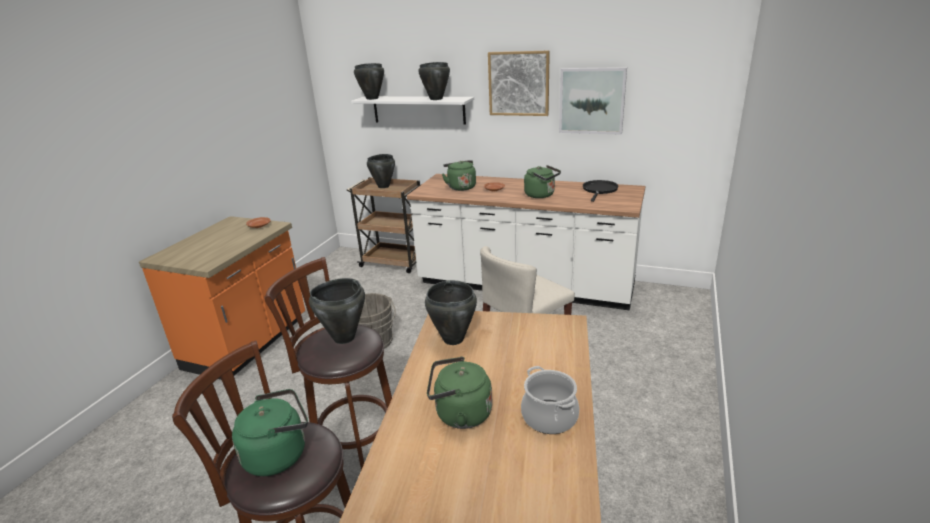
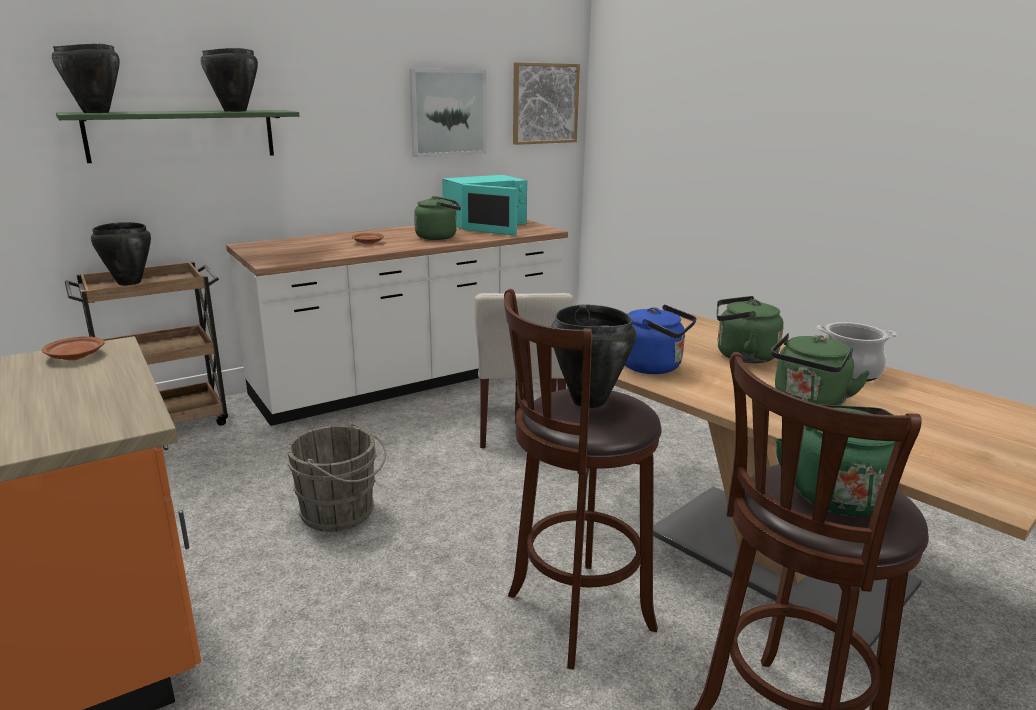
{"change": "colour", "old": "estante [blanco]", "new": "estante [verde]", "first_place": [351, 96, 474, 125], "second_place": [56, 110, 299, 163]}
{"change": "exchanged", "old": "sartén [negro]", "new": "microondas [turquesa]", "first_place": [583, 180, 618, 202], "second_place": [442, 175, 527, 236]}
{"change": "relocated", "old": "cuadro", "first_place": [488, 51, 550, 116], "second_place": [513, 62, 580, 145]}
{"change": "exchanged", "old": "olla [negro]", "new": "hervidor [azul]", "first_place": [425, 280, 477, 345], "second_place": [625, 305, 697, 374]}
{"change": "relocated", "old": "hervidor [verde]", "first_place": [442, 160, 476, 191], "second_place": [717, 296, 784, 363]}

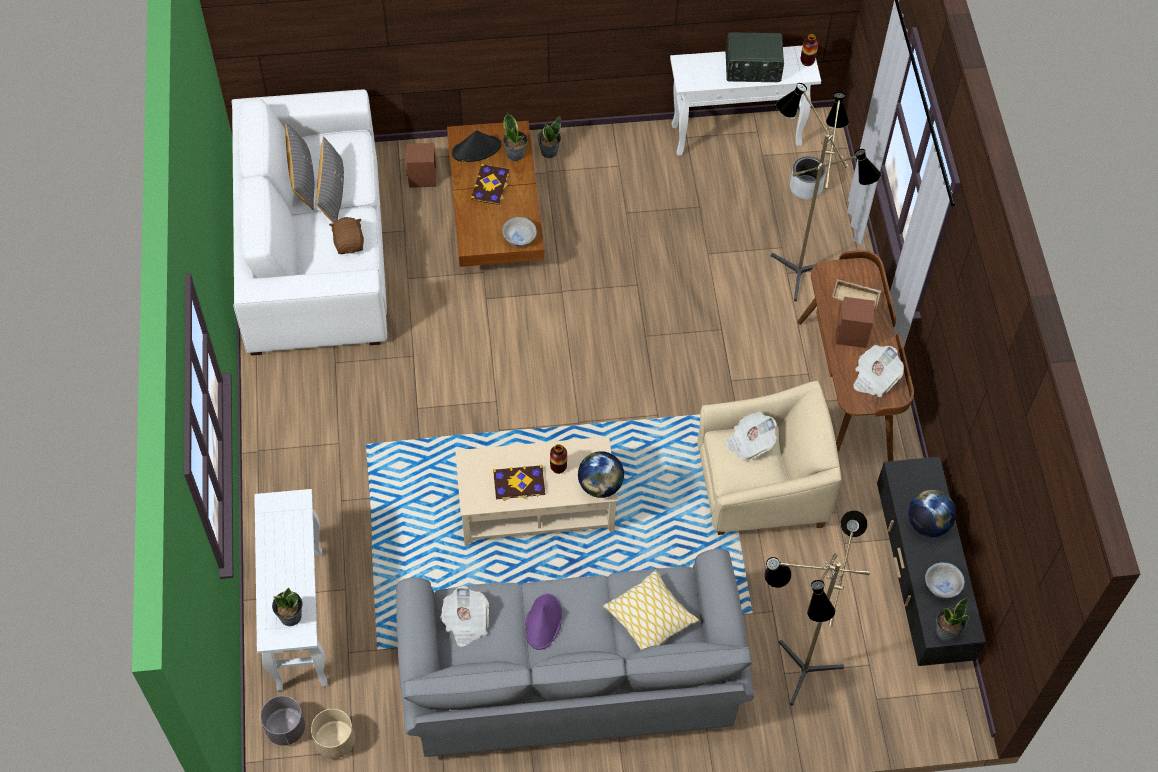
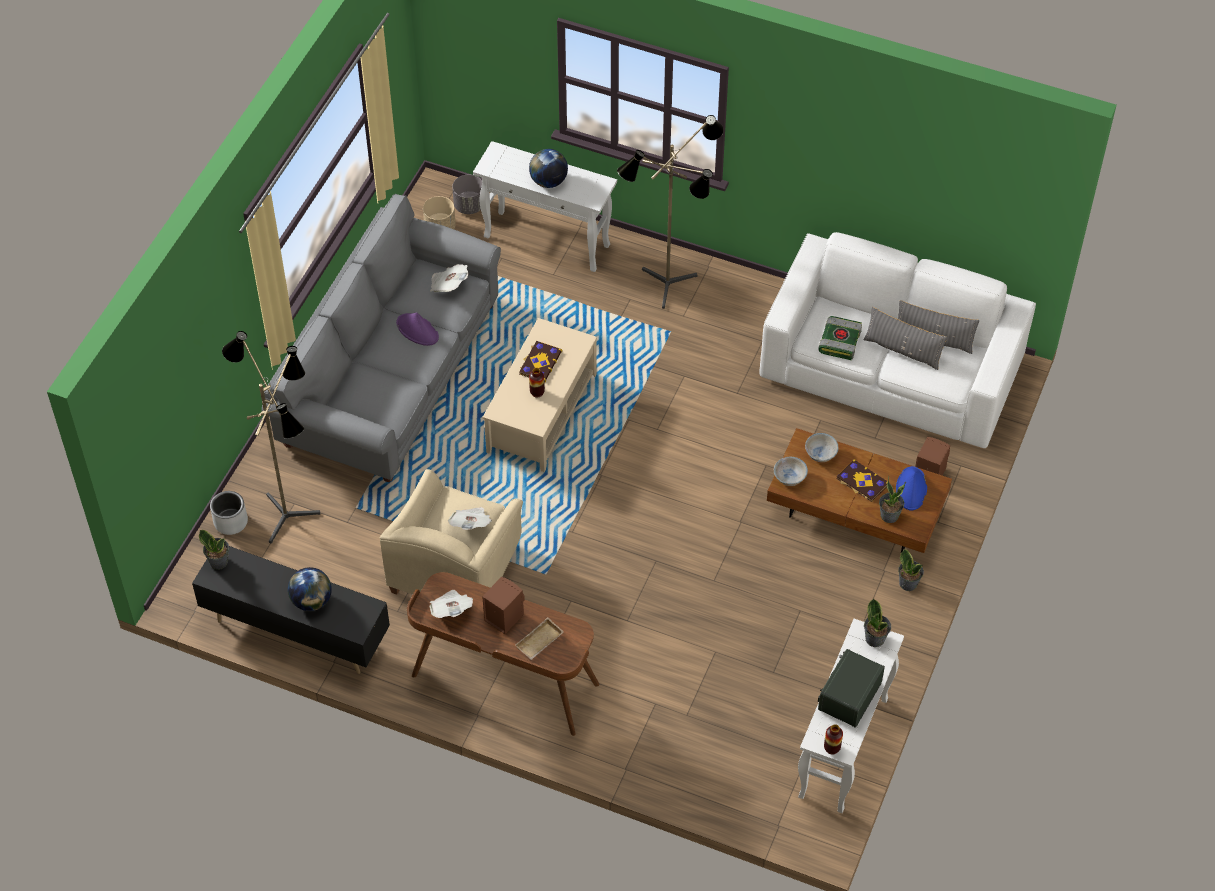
{"change": "relocated", "old": "maceta [gris]", "first_place": [790, 156, 826, 199], "second_place": [210, 491, 248, 535]}
{"change": "relocated", "old": "globo terráqueo", "first_place": [578, 451, 624, 498], "second_place": [529, 149, 568, 188]}
{"change": "relocated", "old": "lámpara de pie", "first_place": [771, 83, 881, 301], "second_place": [617, 115, 723, 309]}
{"change": "relocated", "old": "cuenco [blanco]", "first_place": [925, 563, 965, 598], "second_place": [805, 433, 838, 462]}
{"change": "exchanged", "old": "peluche [marrón]", "new": "libro", "first_place": [329, 217, 364, 254], "second_place": [818, 316, 862, 360]}
{"change": "relocated", "old": "planta en maceta", "first_place": [272, 587, 302, 626], "second_place": [864, 598, 891, 647]}
{"change": "colour", "old": "sombrero [negro]", "new": "sombrero [azul]", "first_place": [452, 130, 501, 162], "second_place": [896, 466, 927, 510]}
{"change": "missing", "old": "cojín", "first_place": [603, 570, 699, 650]}

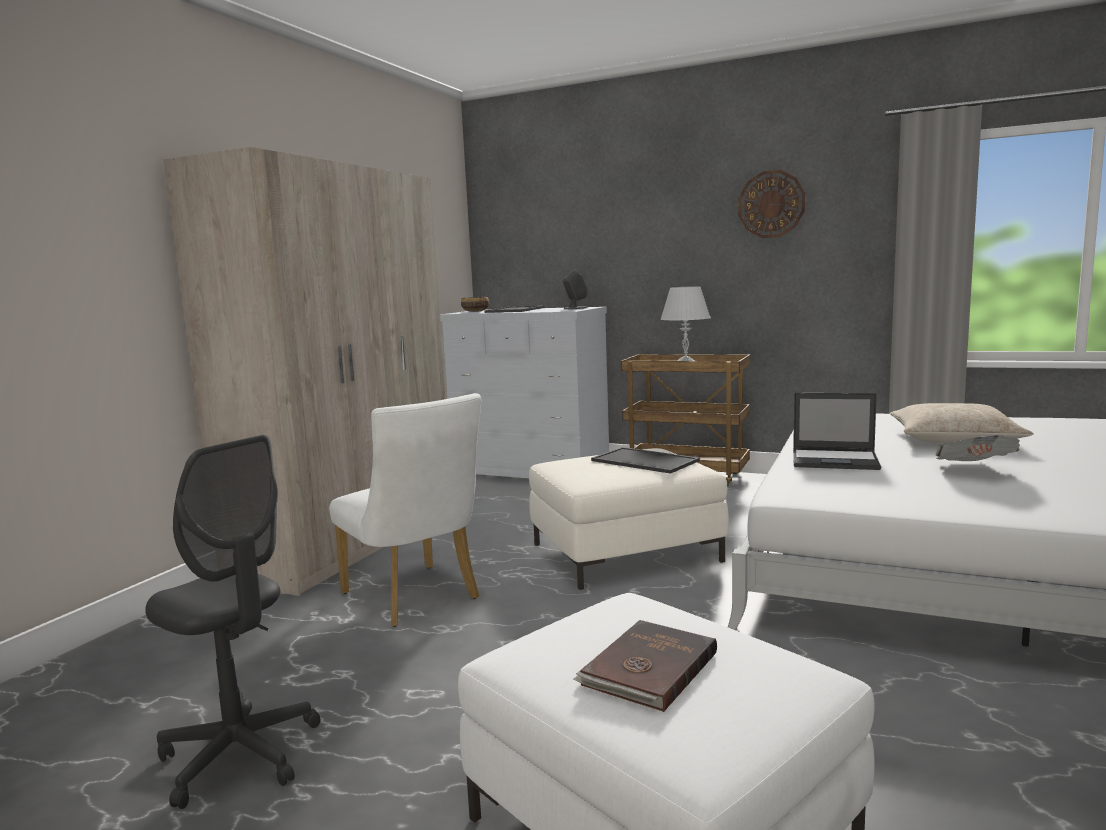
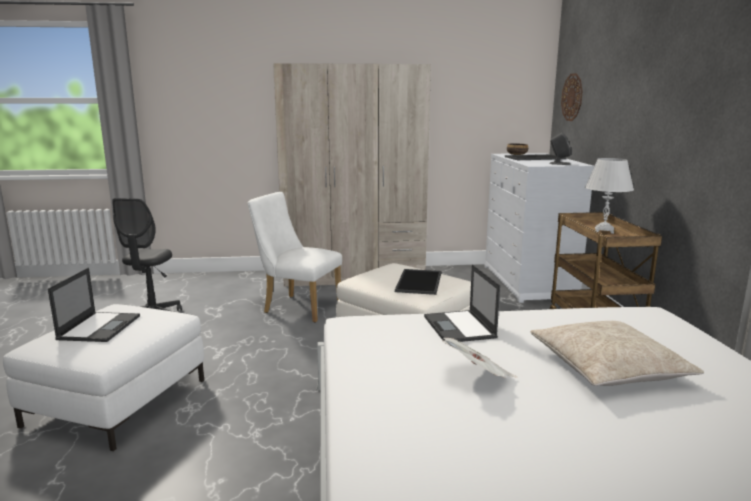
{"change": "exchanged", "old": "libro [marrón]", "new": "portátil", "first_place": [573, 620, 717, 712], "second_place": [48, 268, 140, 342]}
{"change": "spun", "old": "silla [blanco]", "first_place": [329, 393, 481, 627], "second_place": [248, 192, 342, 323], "degrees": 90}
{"change": "relocated", "old": "reloj de pared", "first_place": [738, 170, 805, 238], "second_place": [561, 73, 583, 121]}

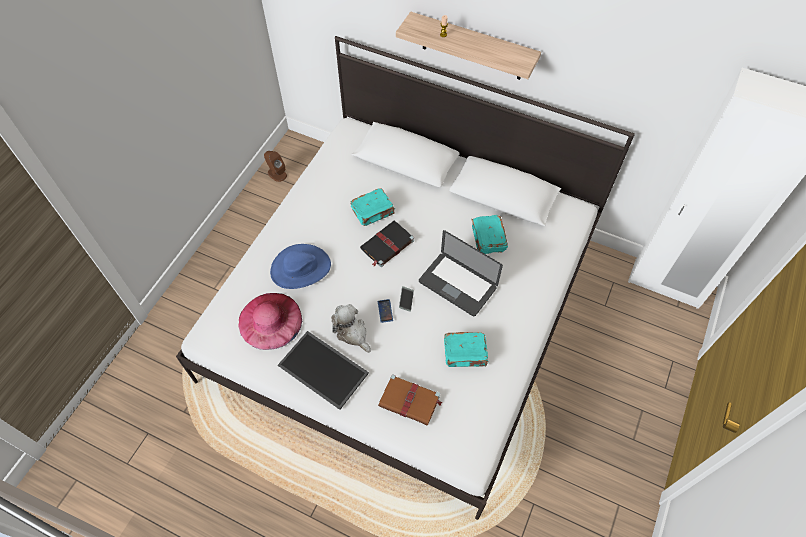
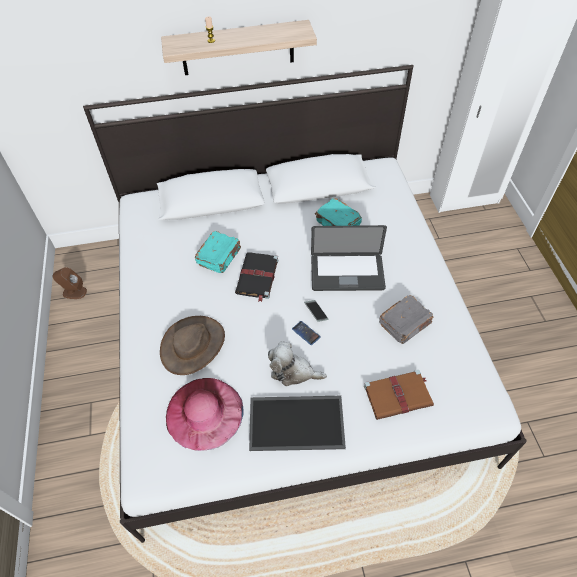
{"change": "colour", "old": "sombrero [azul]", "new": "sombrero [marrón]", "first_place": [270, 244, 331, 289], "second_place": [160, 316, 225, 375]}
{"change": "colour", "old": "libro [turquesa]", "new": "libro [gris]", "first_place": [444, 332, 488, 367], "second_place": [379, 295, 434, 344]}

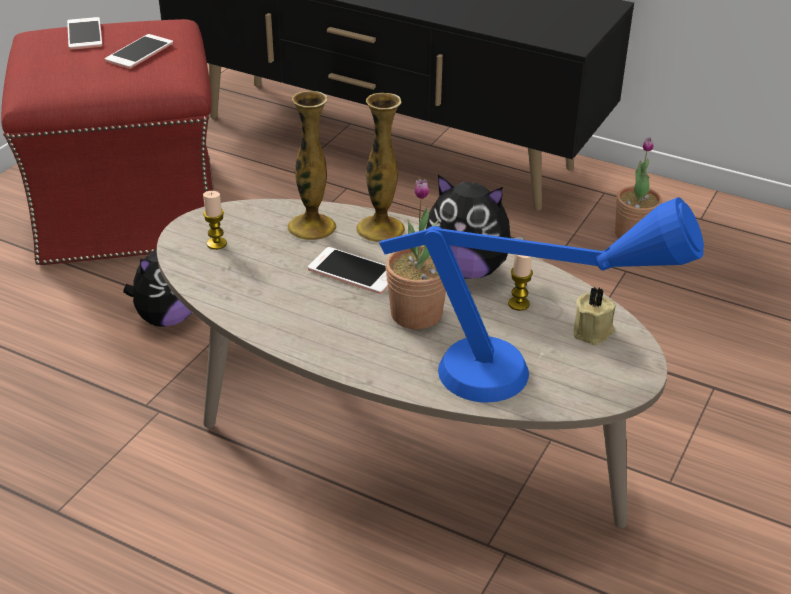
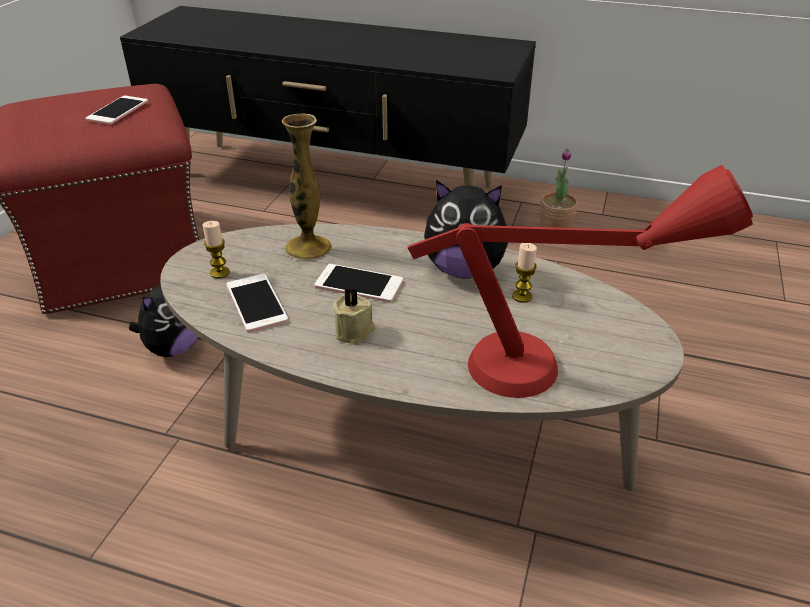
{"change": "relocated", "old": "móvil", "first_place": [67, 17, 103, 50], "second_place": [226, 274, 288, 332]}
{"change": "relocated", "old": "vela [beis]", "first_place": [574, 287, 616, 345], "second_place": [333, 287, 376, 345]}
{"change": "colour", "old": "lámpara de mesa [azul]", "new": "lámpara de mesa [rojo]", "first_place": [379, 197, 704, 403], "second_place": [408, 165, 753, 398]}
{"change": "missing", "old": "florero", "first_place": [356, 93, 405, 243]}
{"change": "missing", "old": "planta en maceta", "first_place": [386, 179, 446, 329]}

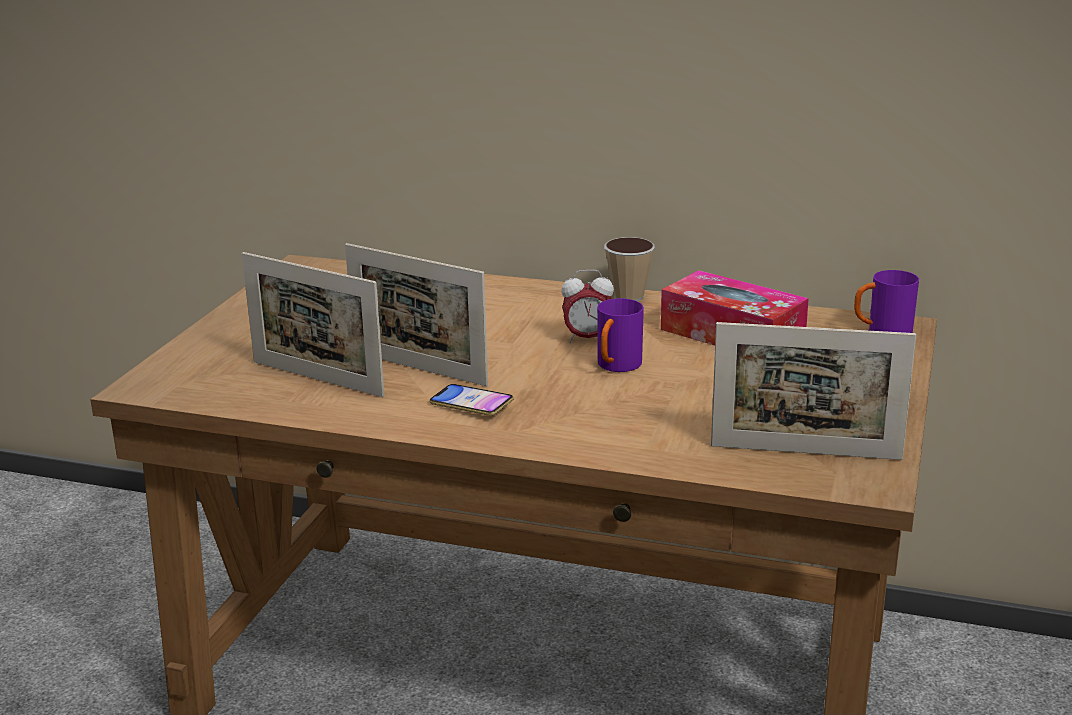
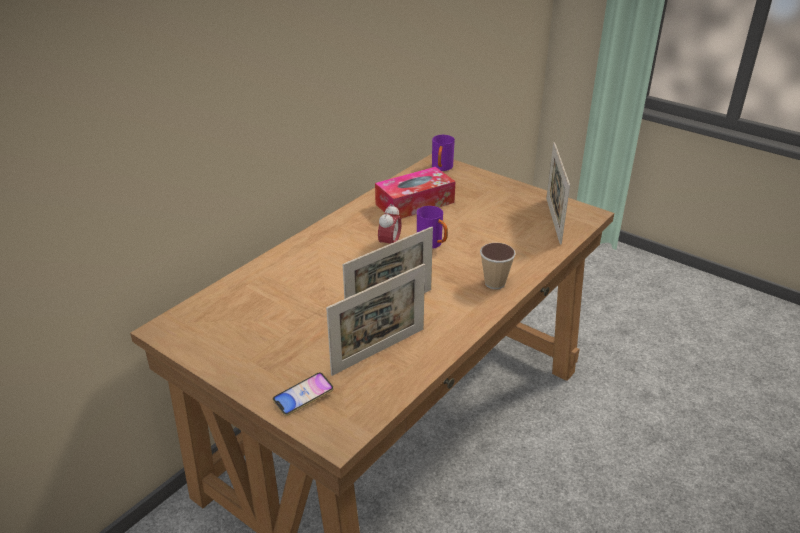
{"change": "relocated", "old": "móvil", "first_place": [429, 384, 514, 416], "second_place": [273, 372, 334, 416]}
{"change": "relocated", "old": "taza", "first_place": [604, 237, 655, 301], "second_place": [480, 243, 516, 289]}
{"change": "spun", "old": "portarretratos", "first_place": [711, 322, 916, 460], "second_place": [546, 142, 570, 245], "degrees": 150}

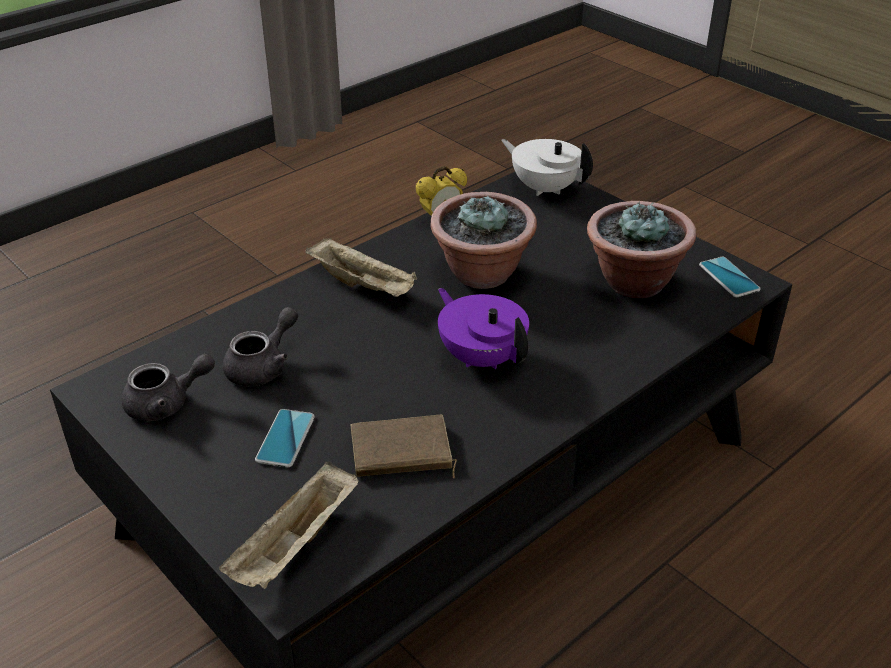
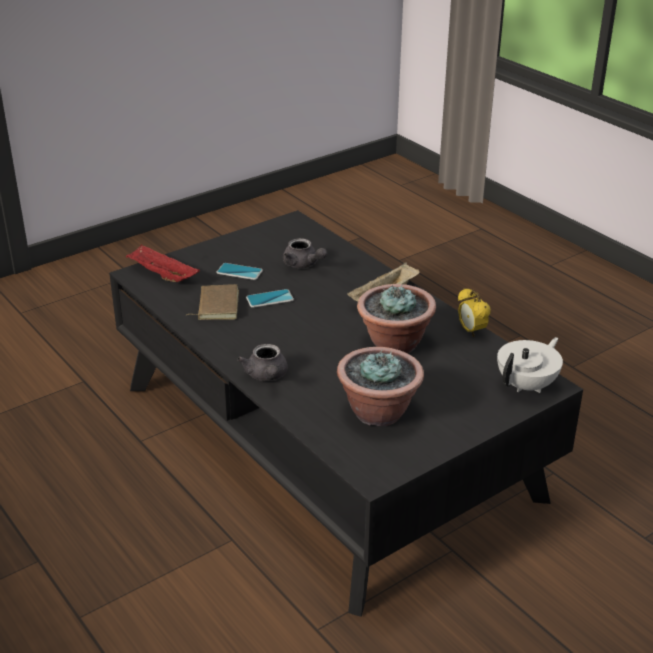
{"change": "colour", "old": "bandeja [beis]", "new": "bandeja [rojo]", "first_place": [219, 461, 358, 589], "second_place": [126, 245, 200, 282]}
{"change": "relocated", "old": "tetera [gris]", "first_place": [122, 354, 215, 421], "second_place": [237, 344, 288, 381]}
{"change": "relocated", "old": "móvil", "first_place": [699, 257, 761, 297], "second_place": [246, 289, 294, 308]}
{"change": "missing", "old": "tetera [morado]", "first_place": [438, 288, 529, 369]}

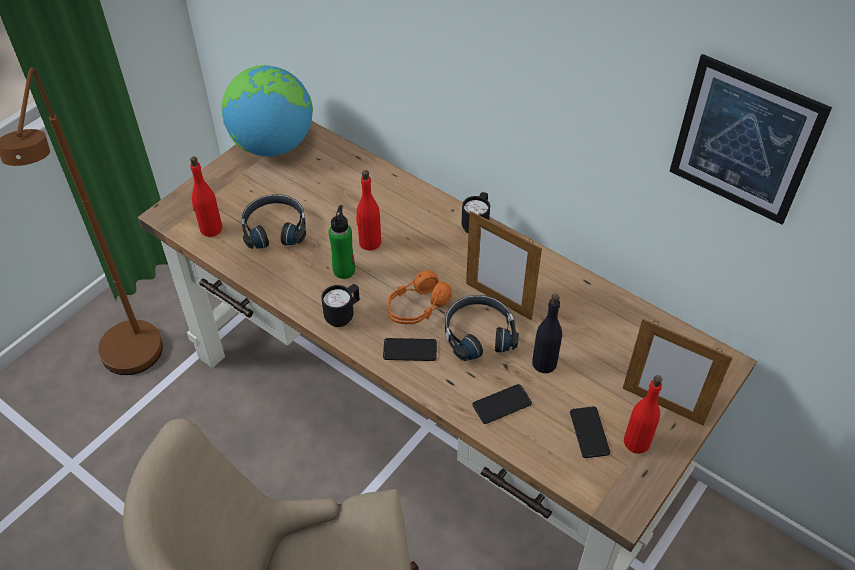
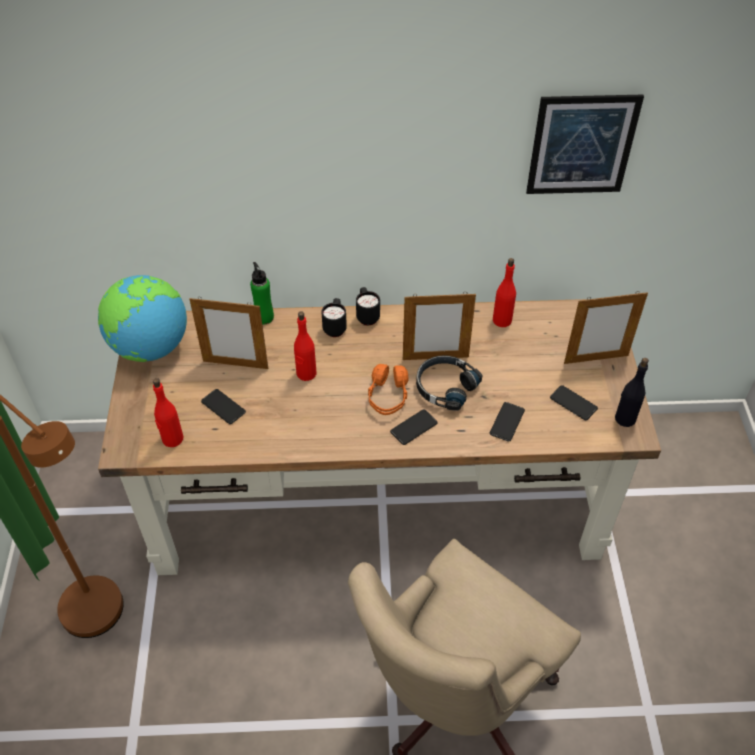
{"change": "appeared", "new": "portarretratos", "second_place": [189, 298, 268, 369]}
{"change": "exchanged", "old": "auriculares [negro]", "new": "móvil", "first_place": [242, 194, 306, 249], "second_place": [201, 389, 246, 424]}
{"change": "relocated", "old": "botella [verde]", "first_place": [329, 205, 355, 279], "second_place": [250, 262, 274, 324]}
{"change": "relocated", "old": "taza grande [negro]", "first_place": [321, 284, 360, 327], "second_place": [321, 298, 347, 337]}
{"change": "relocated", "old": "botella [rojo]", "first_place": [624, 375, 662, 454], "second_place": [493, 258, 516, 327]}
{"change": "relocated", "old": "botella [negro]", "first_place": [532, 293, 562, 373], "second_place": [615, 358, 649, 427]}

